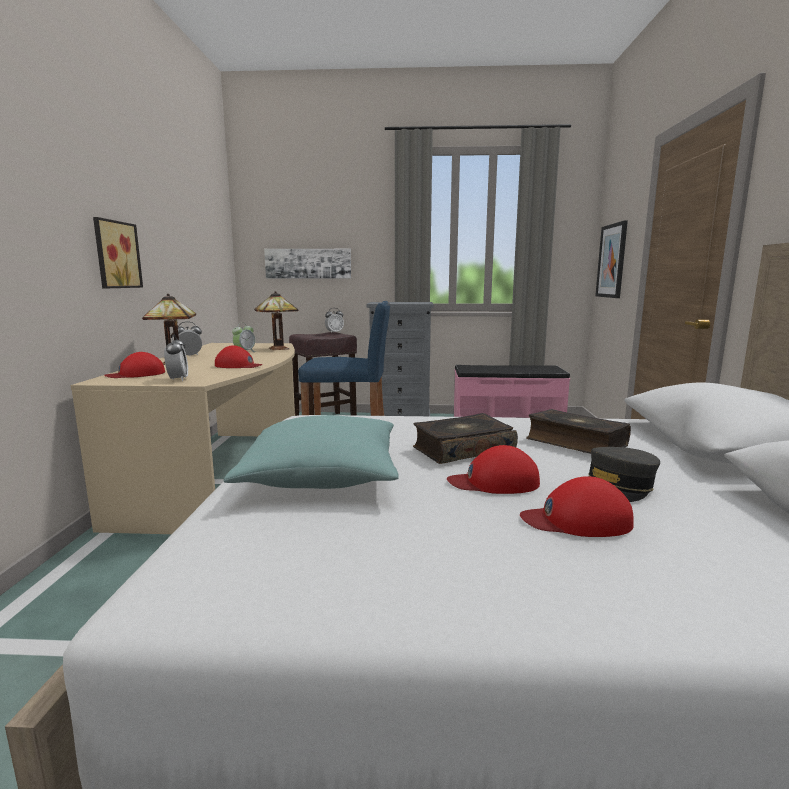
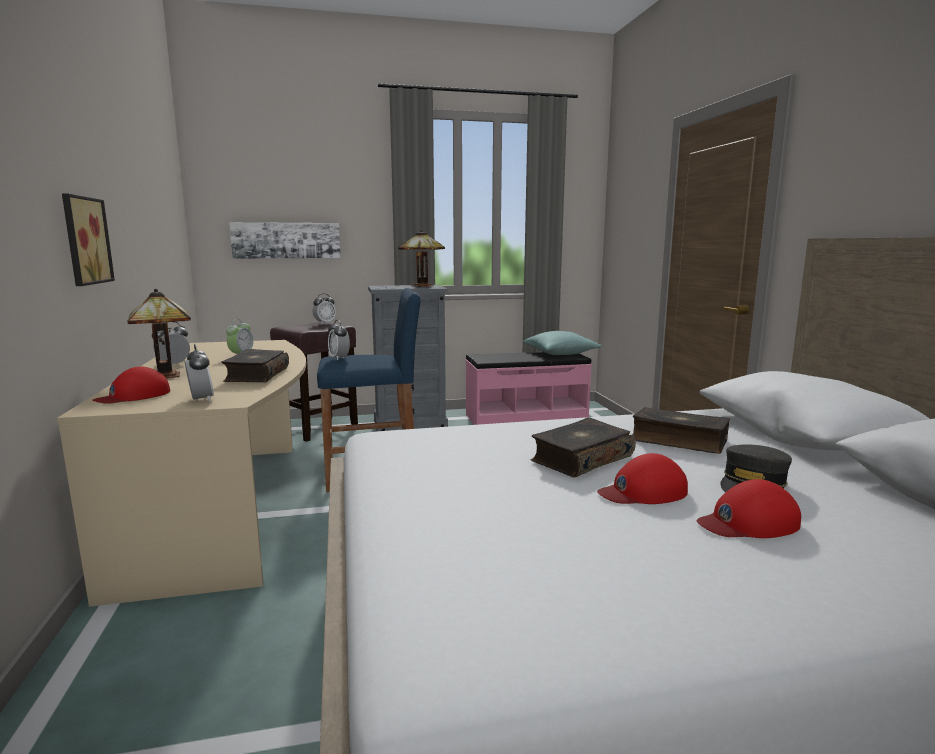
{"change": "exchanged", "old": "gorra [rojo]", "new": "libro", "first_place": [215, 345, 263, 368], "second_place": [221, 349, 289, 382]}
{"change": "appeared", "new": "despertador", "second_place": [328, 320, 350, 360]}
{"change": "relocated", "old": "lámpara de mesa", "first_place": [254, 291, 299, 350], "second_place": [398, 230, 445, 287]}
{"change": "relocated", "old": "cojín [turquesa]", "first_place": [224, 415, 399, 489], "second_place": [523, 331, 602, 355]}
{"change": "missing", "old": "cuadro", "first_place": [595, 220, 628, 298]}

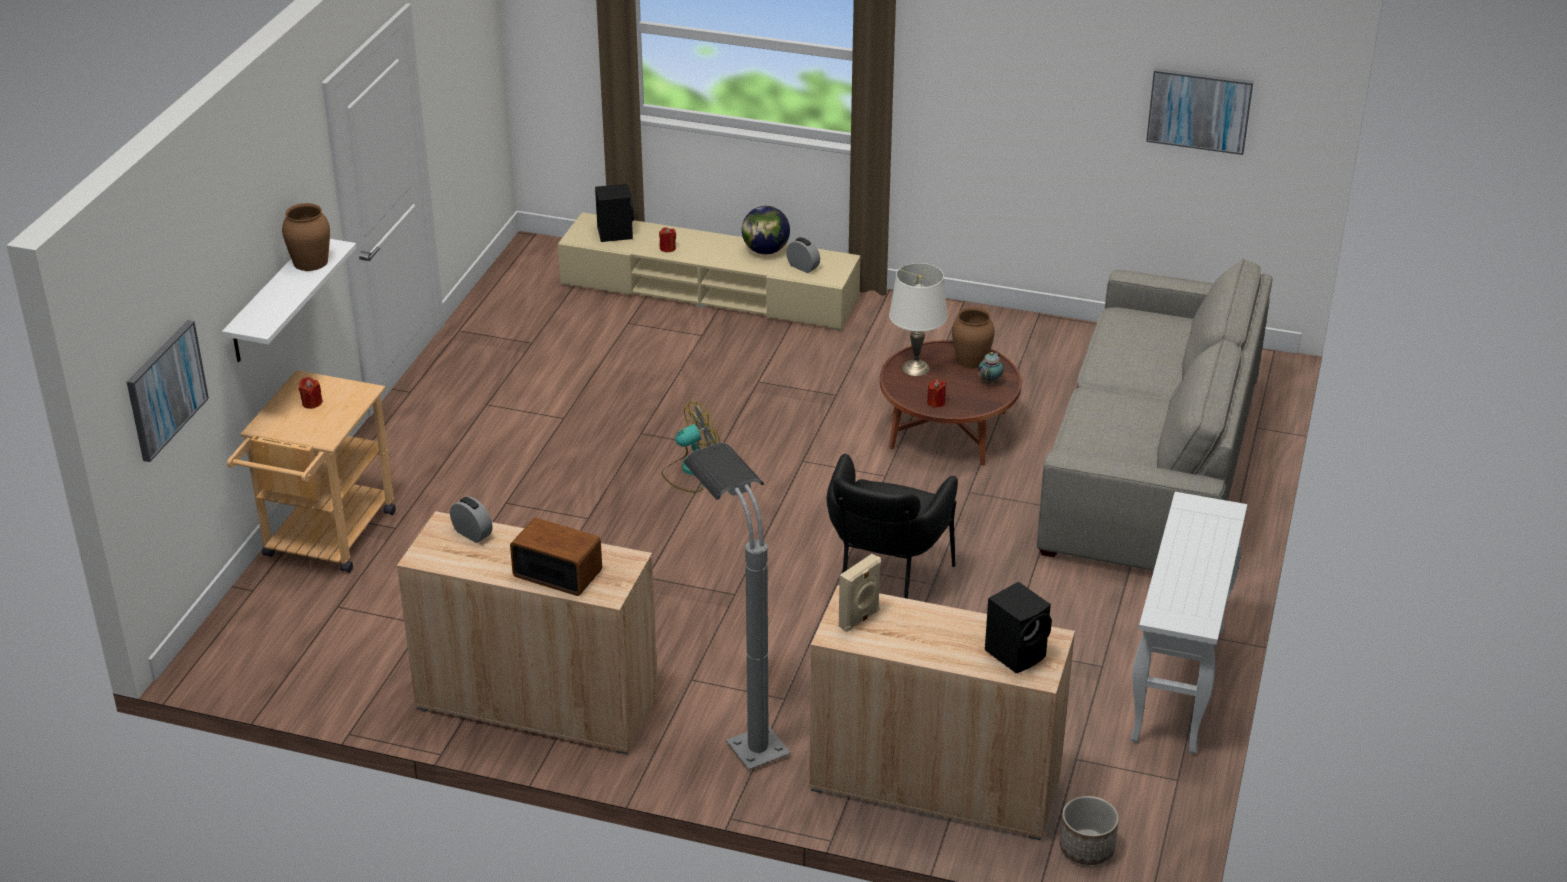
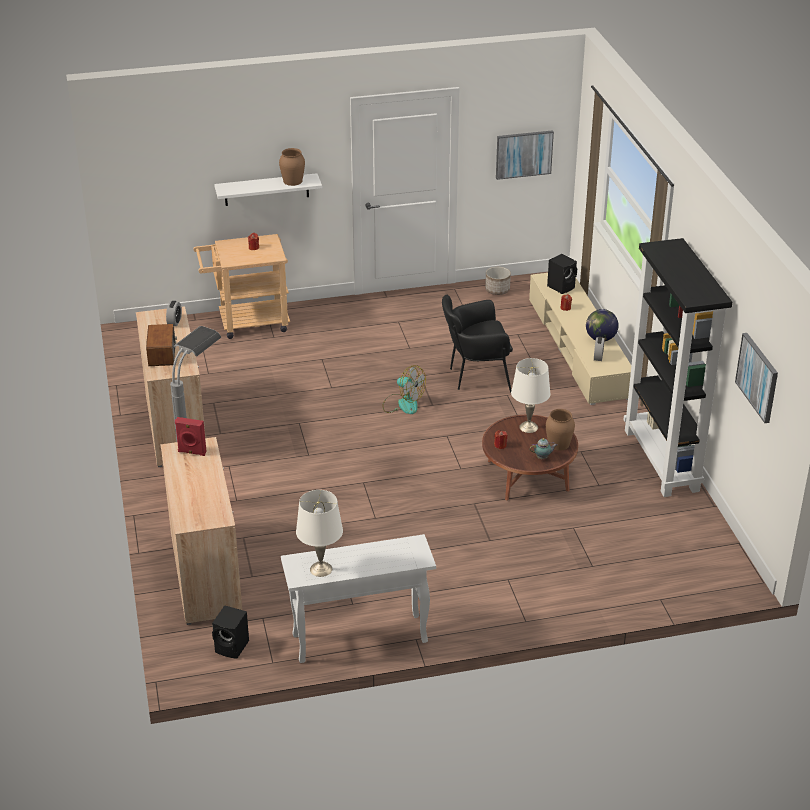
{"change": "colour", "old": "altavoz [beis]", "new": "altavoz [rojo]", "first_place": [839, 554, 881, 632], "second_place": [175, 417, 207, 456]}
{"change": "relocated", "old": "altavoz [negro]", "first_place": [985, 582, 1052, 673], "second_place": [212, 605, 249, 659]}
{"change": "appeared", "new": "lámpara de mesa [blanco]", "second_place": [296, 490, 343, 577]}
{"change": "relocated", "old": "sillón [negro]", "first_place": [827, 454, 958, 599], "second_place": [442, 295, 513, 392]}
{"change": "relocated", "old": "maceta", "first_place": [1060, 796, 1119, 865], "second_place": [485, 267, 511, 295]}
{"change": "relocated", "old": "cuadro", "first_place": [127, 320, 209, 462], "second_place": [496, 130, 554, 180]}
{"change": "appeared", "new": "estantería [negro]", "second_place": [623, 238, 732, 497]}
{"change": "missing", "old": "sofá [gris]", "first_place": [1037, 258, 1273, 571]}

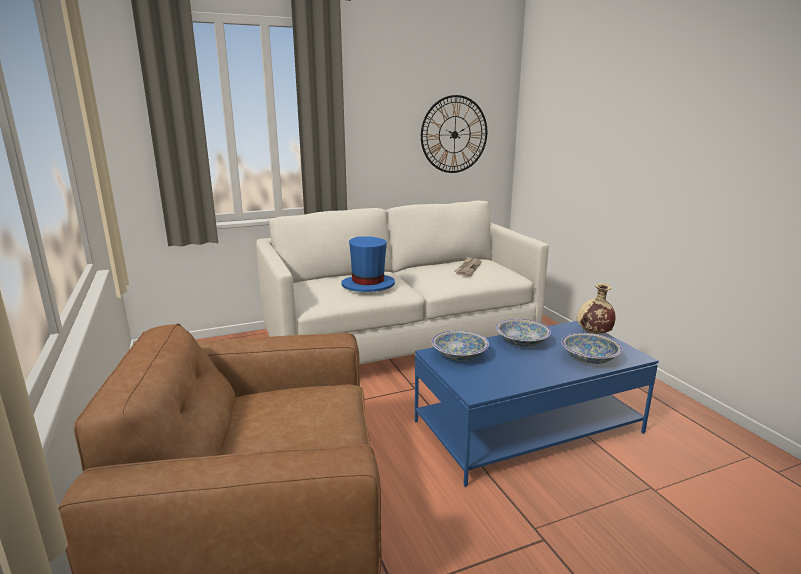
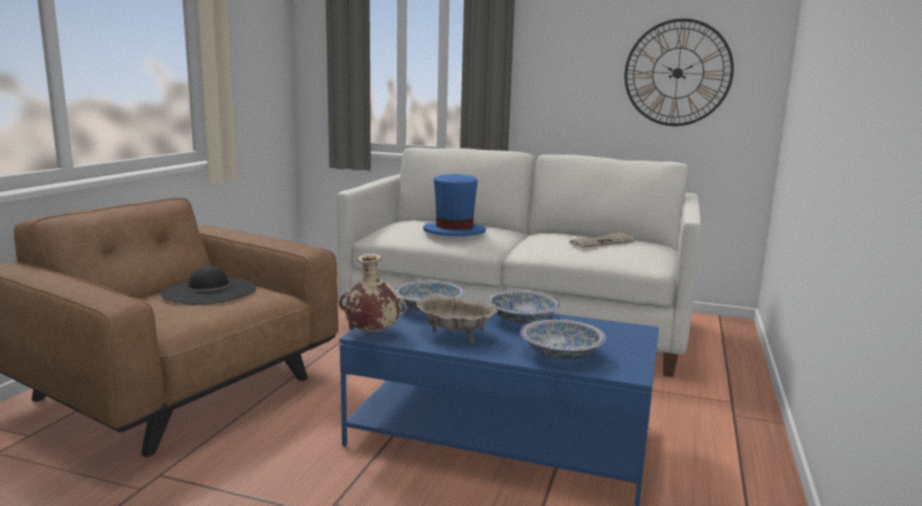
{"change": "appeared", "new": "sombrero [negro]", "second_place": [161, 266, 256, 305]}
{"change": "relocated", "old": "florero [beis]", "first_place": [577, 283, 616, 334], "second_place": [339, 254, 406, 333]}
{"change": "appeared", "new": "cuenco [beis]", "second_place": [416, 295, 498, 343]}

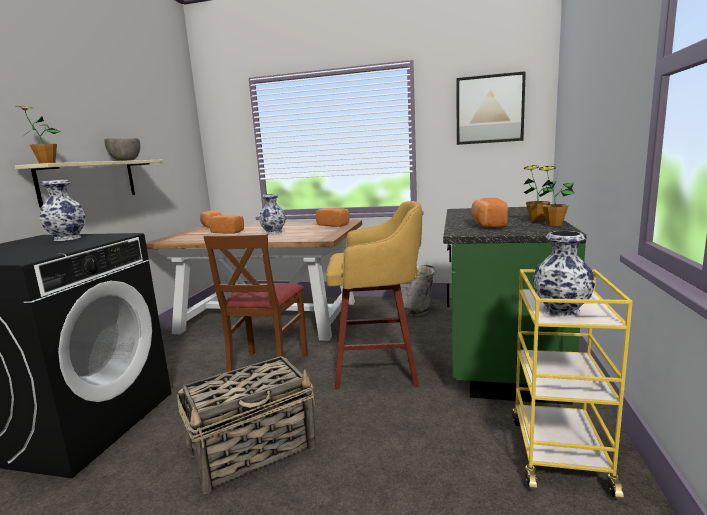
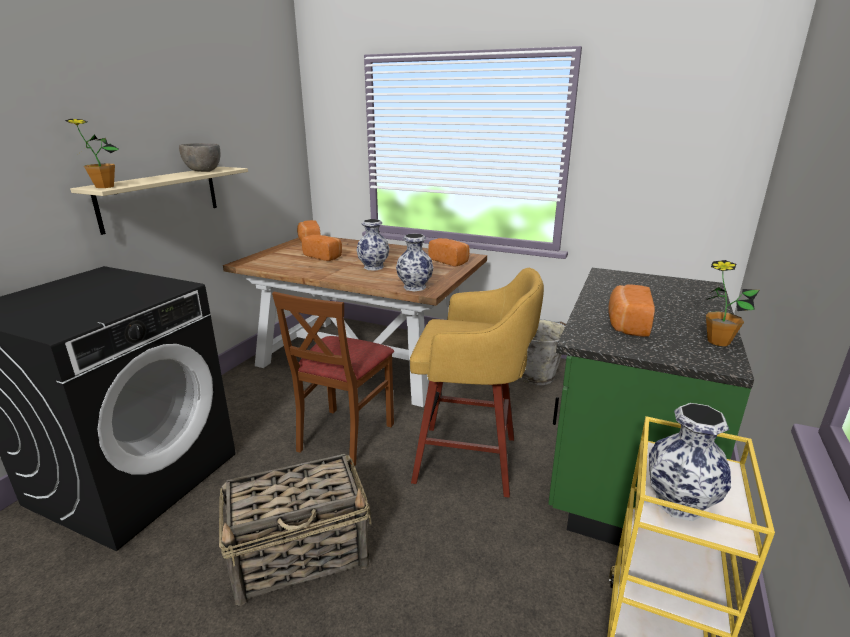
{"change": "relocated", "old": "florero", "first_place": [39, 180, 85, 241], "second_place": [396, 233, 434, 291]}
{"change": "missing", "old": "cuadro", "first_place": [456, 71, 526, 145]}
{"change": "missing", "old": "planta en maceta", "first_place": [523, 165, 556, 221]}

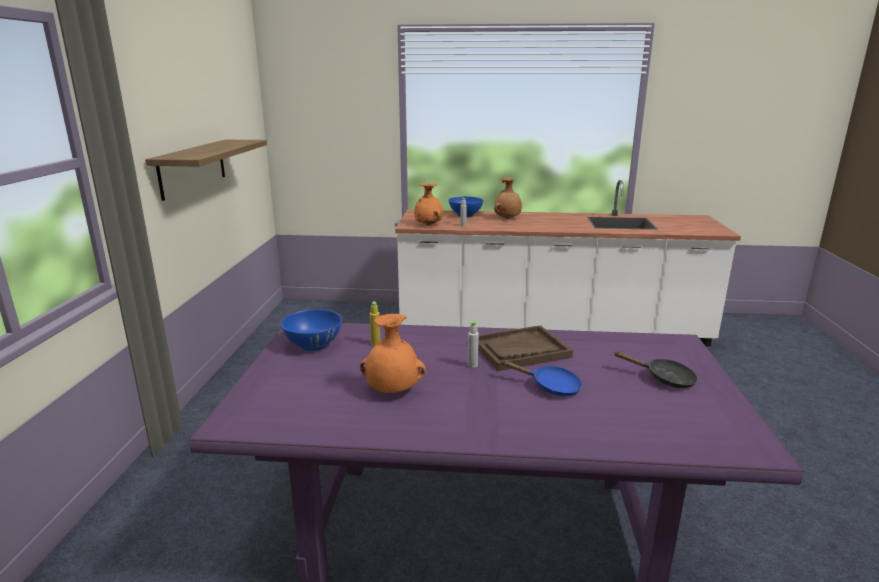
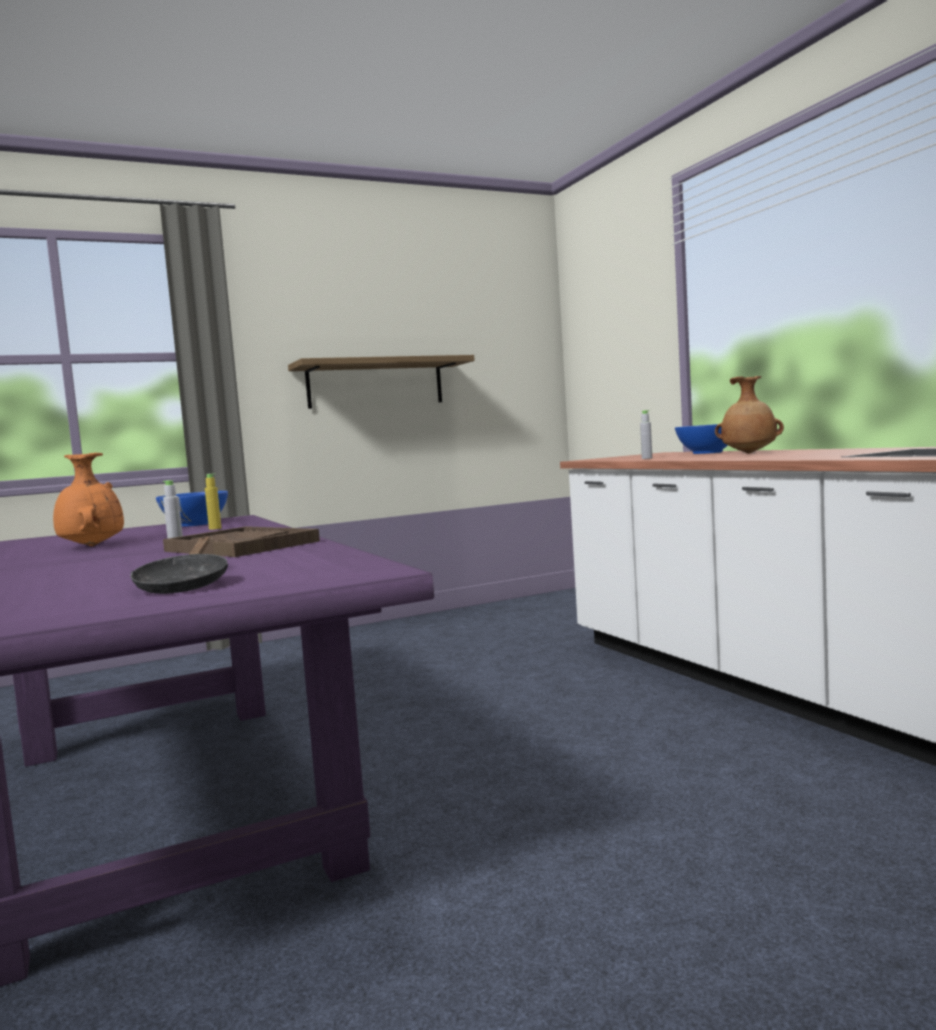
{"change": "missing", "old": "florero [naranja]", "first_place": [414, 183, 443, 225]}
{"change": "missing", "old": "sartén [azul]", "first_place": [500, 360, 583, 396]}

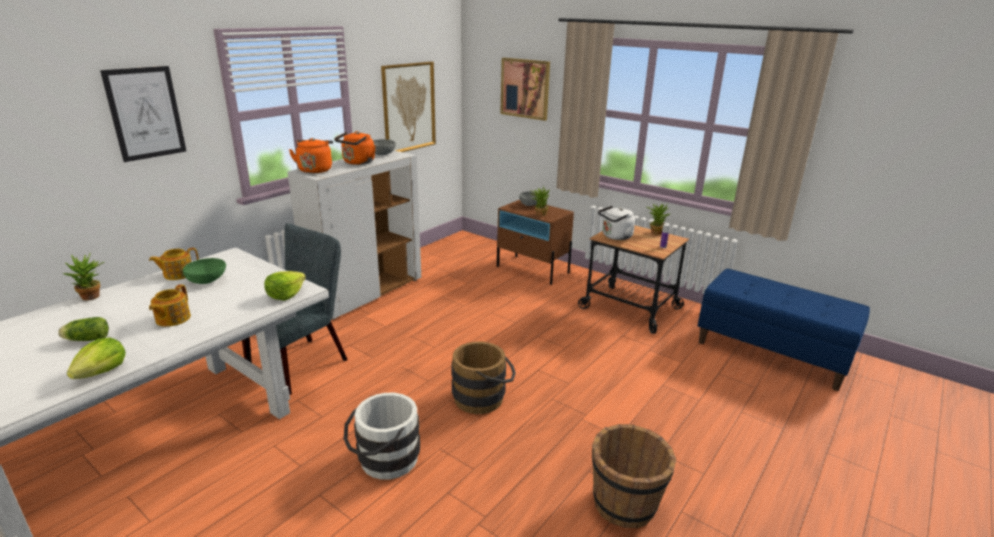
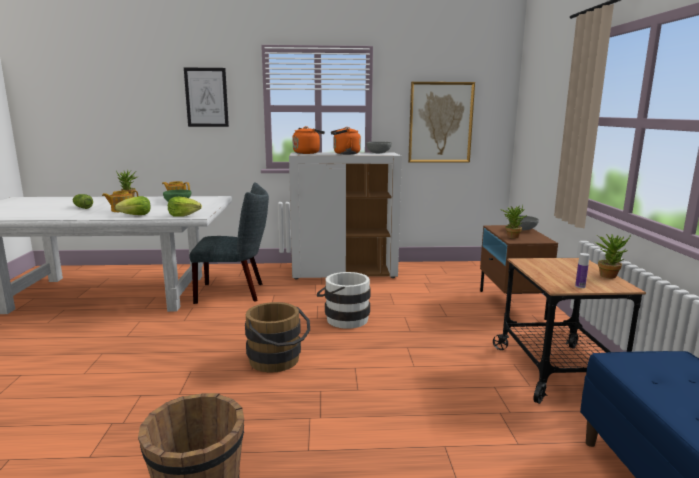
{"change": "relocated", "old": "lechuga", "first_place": [67, 337, 126, 379], "second_place": [115, 196, 151, 215]}
{"change": "relocated", "old": "cubo [blanco]", "first_place": [344, 393, 420, 480], "second_place": [317, 272, 371, 329]}
{"change": "missing", "old": "cuadro", "first_place": [500, 58, 550, 121]}
{"change": "missing", "old": "hervidor [blanco]", "first_place": [598, 206, 635, 240]}

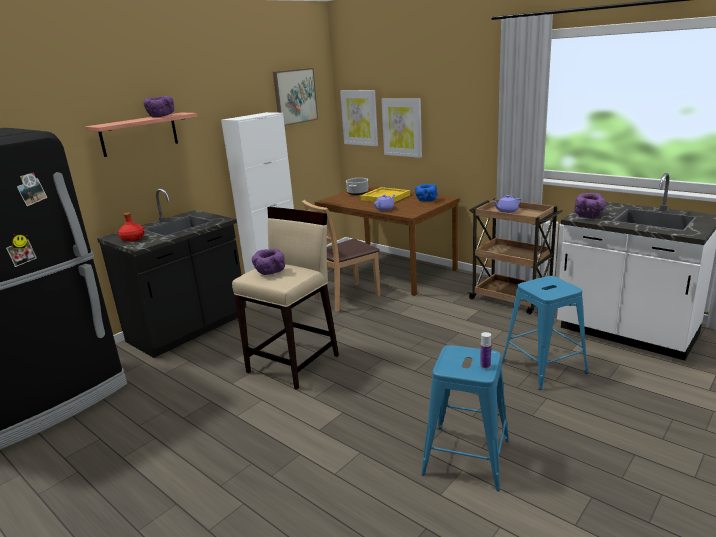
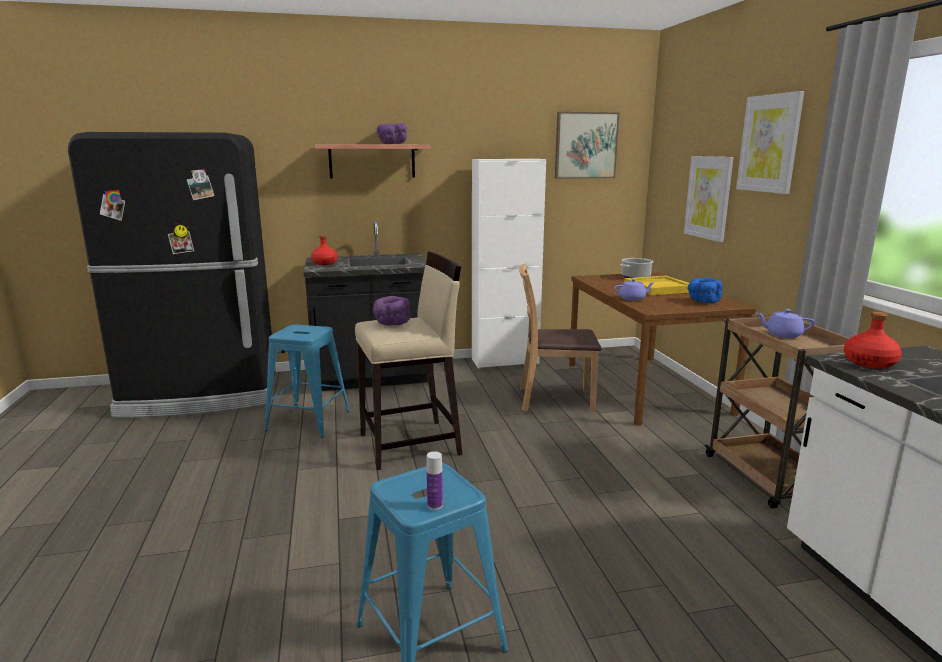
{"change": "relocated", "old": "taburete [azul]", "first_place": [502, 276, 588, 390], "second_place": [264, 325, 350, 438]}
{"change": "relocated", "old": "cuadro", "first_place": [340, 90, 378, 146], "second_place": [736, 91, 804, 194]}
{"change": "exchanged", "old": "cuenco [morado]", "new": "botella [rojo]", "first_place": [575, 193, 606, 218], "second_place": [844, 312, 902, 369]}

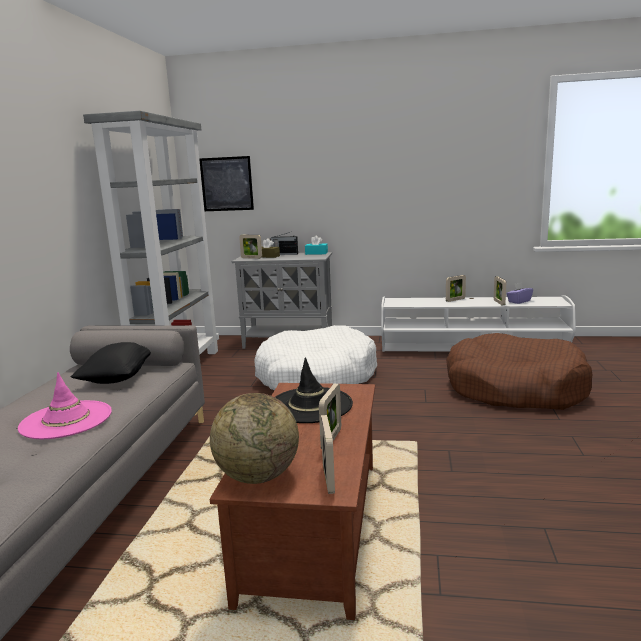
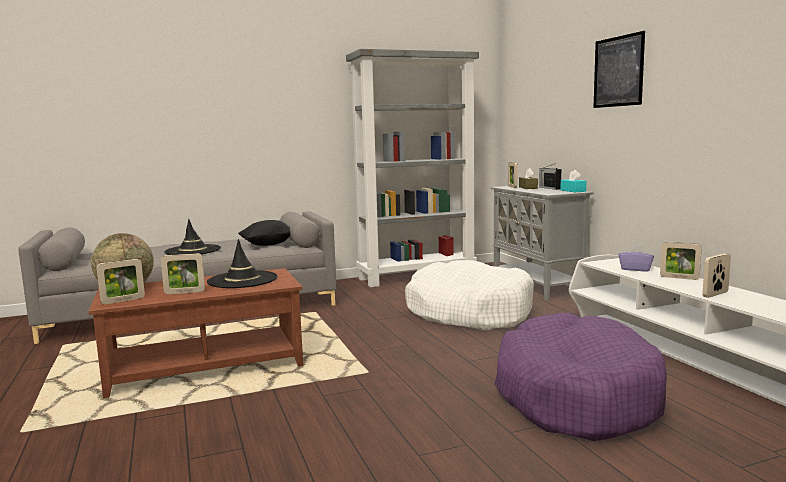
{"change": "colour", "old": "sombrero [rosa]", "new": "sombrero [negro]", "first_place": [18, 372, 112, 439], "second_place": [164, 219, 221, 255]}
{"change": "colour", "old": "cama para perro [marrón]", "new": "cama para perro [morado]", "first_place": [446, 333, 592, 410], "second_place": [495, 313, 667, 441]}
{"change": "relocated", "old": "cuadro", "first_place": [199, 156, 254, 211], "second_place": [593, 31, 645, 108]}
{"change": "relocated", "old": "caja de pañuelos [morado]", "first_place": [506, 282, 533, 304], "second_place": [619, 244, 654, 271]}

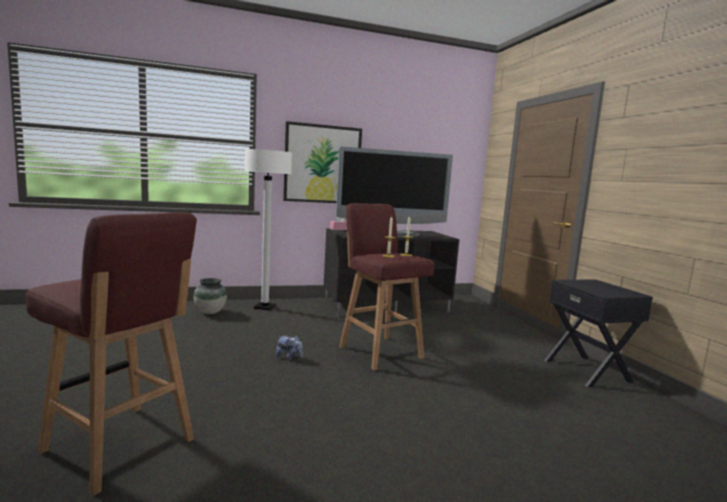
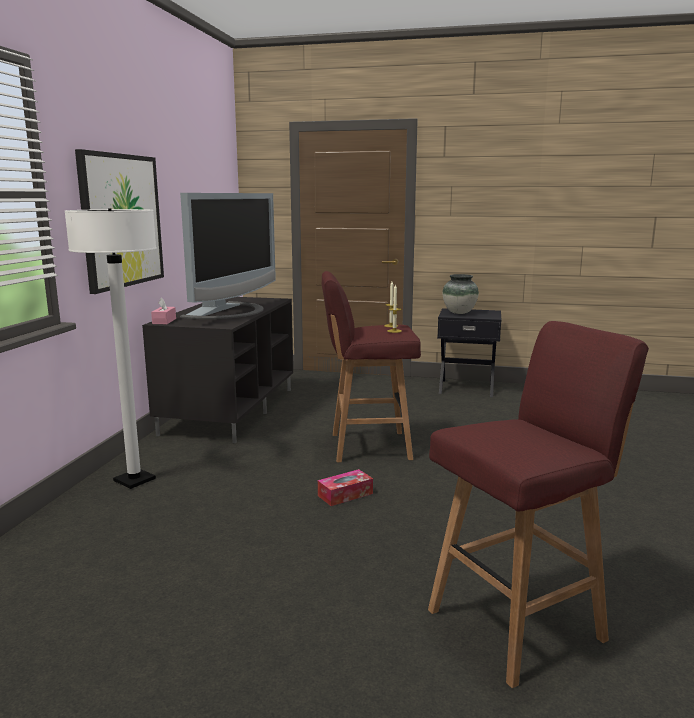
{"change": "exchanged", "old": "peluche", "new": "caja de pañuelos", "first_place": [276, 335, 303, 360], "second_place": [318, 469, 373, 506]}
{"change": "relocated", "old": "florero", "first_place": [193, 278, 227, 314], "second_place": [442, 274, 479, 314]}

